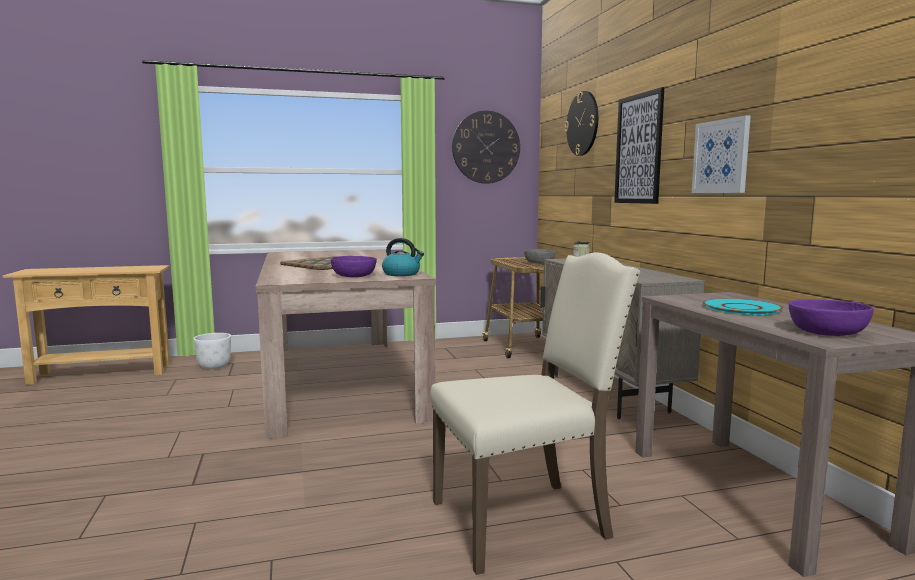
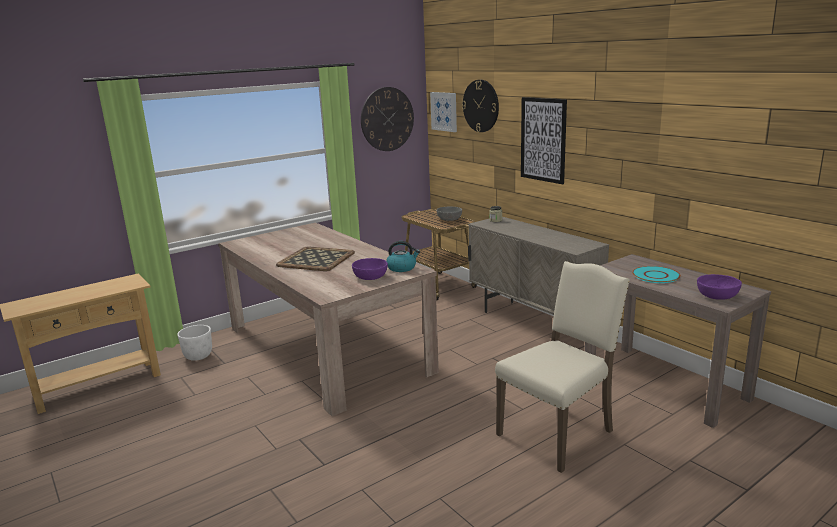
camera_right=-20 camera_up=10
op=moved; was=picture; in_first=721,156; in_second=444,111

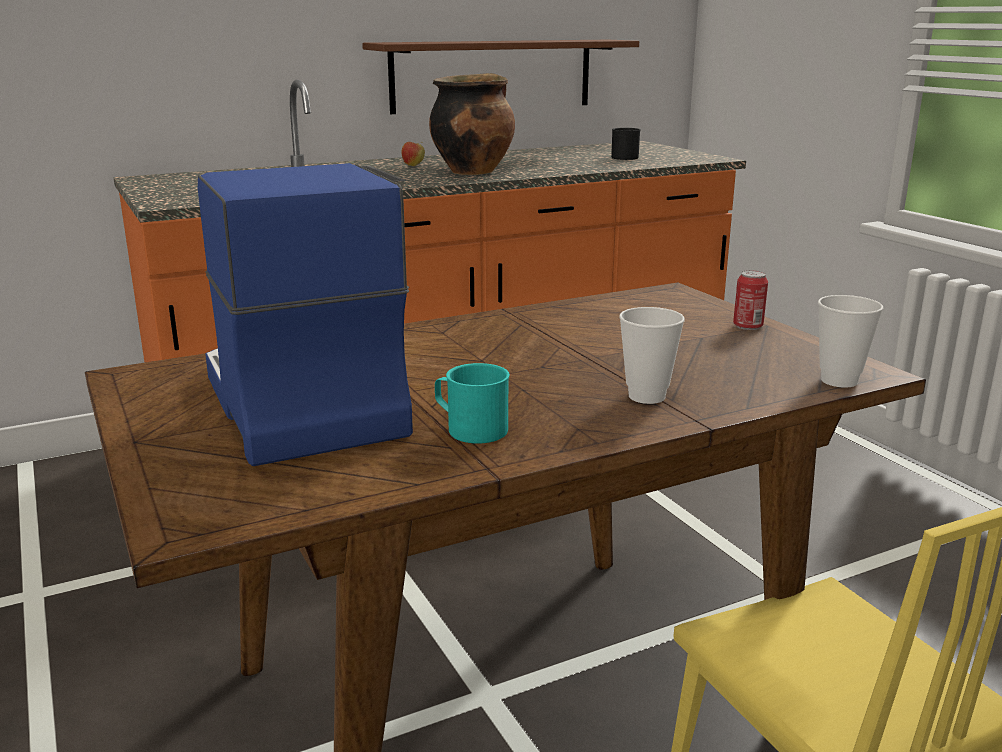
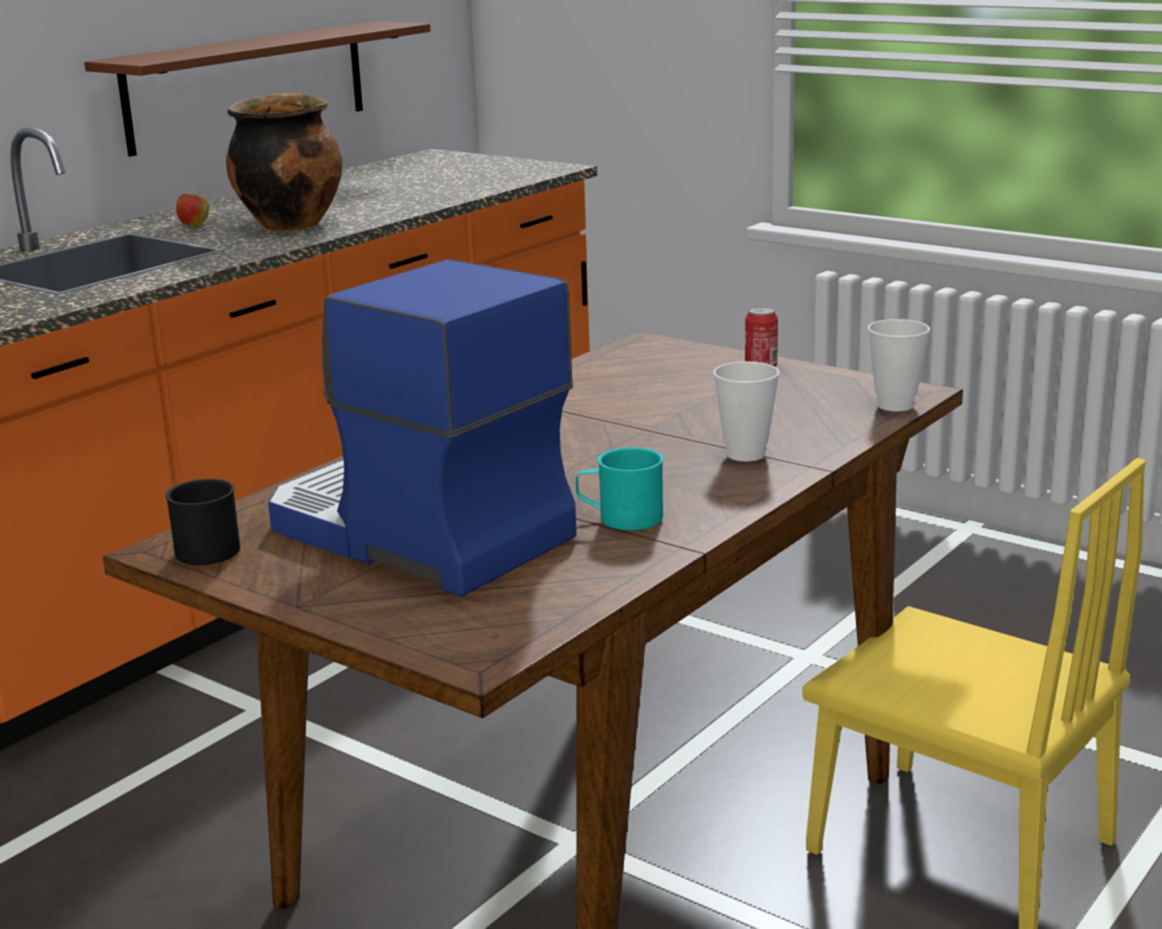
camera_right=-25 camera_up=0
op=moved; was=black mug; in_first=625,157; in_second=209,547

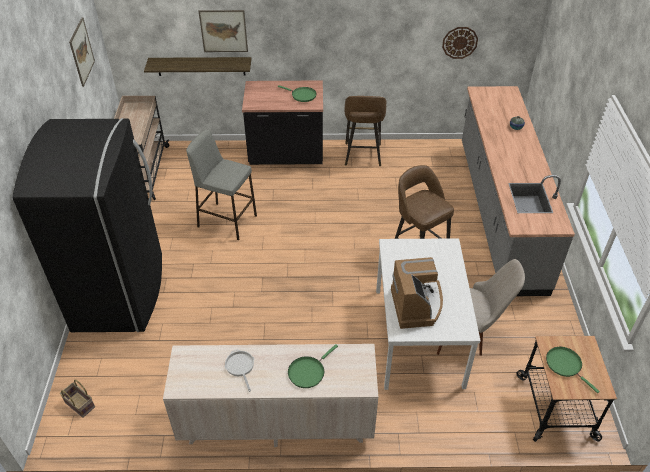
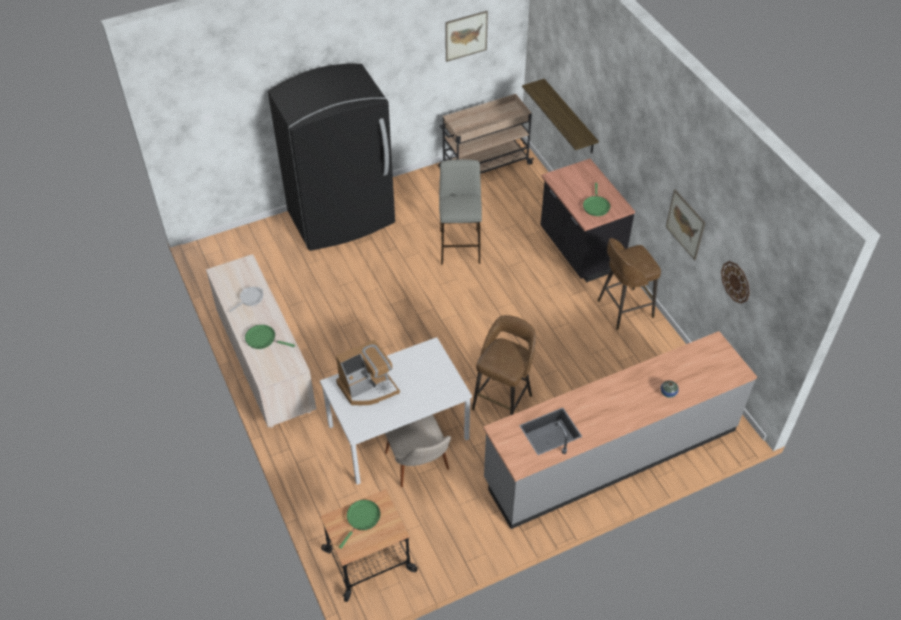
camera_right=65 camera_up=5
op=removed; was=basket; in_first=79,404
op=moved; was=picture; in_first=223,31; in_second=685,224

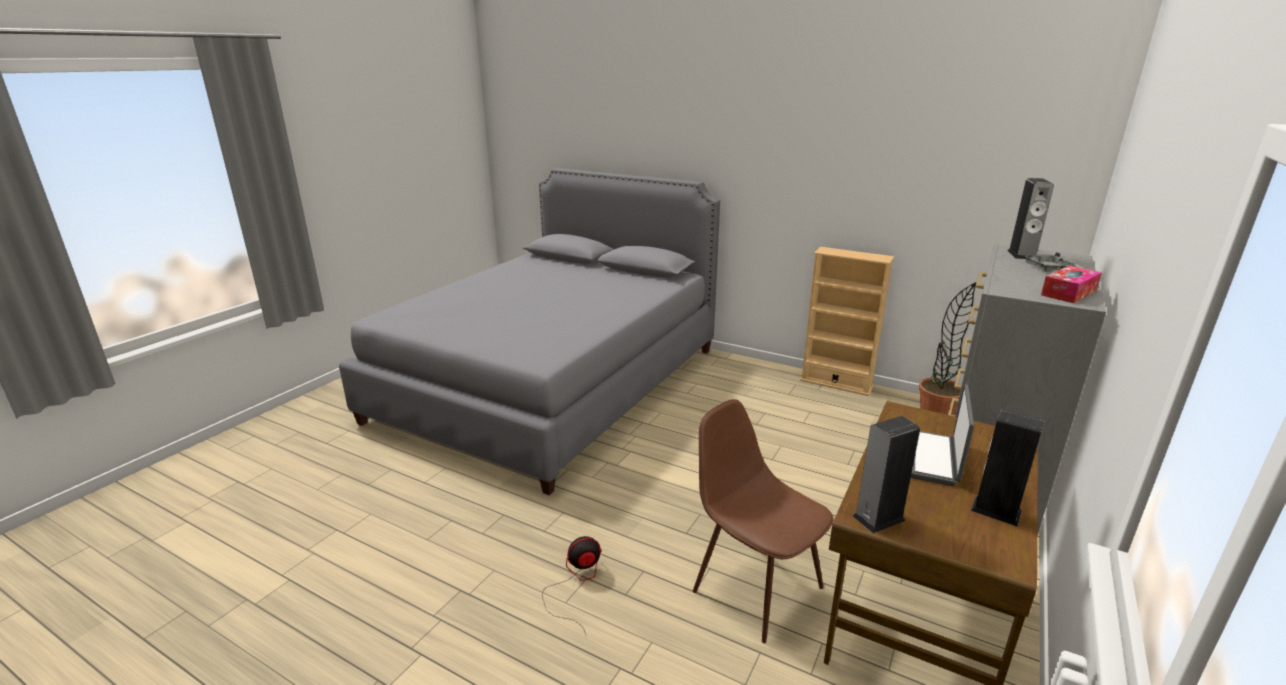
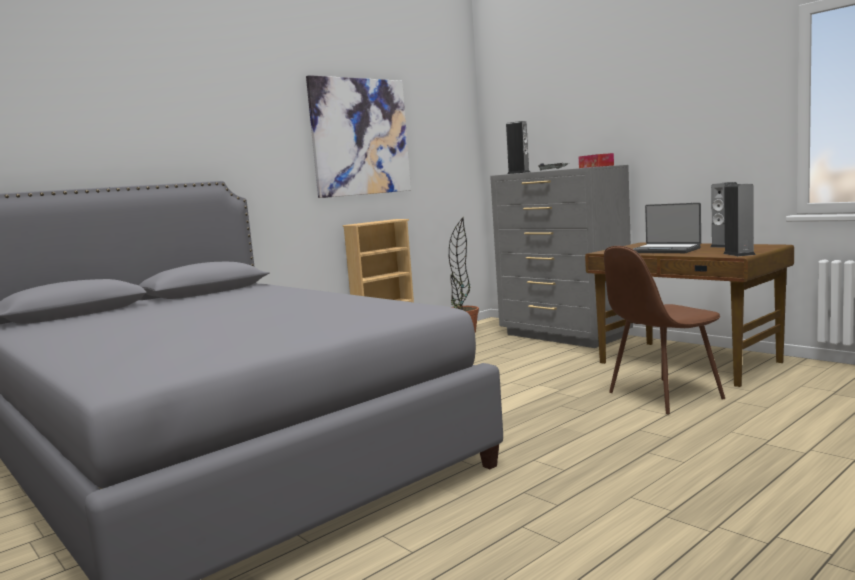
camera_right=-70 camera_up=-15
op=removed; was=fan; in_first=576,583
op=added; now=picture; in_second=360,137

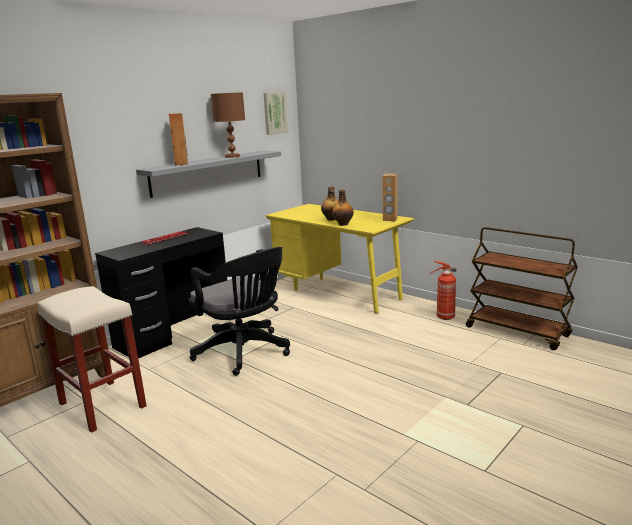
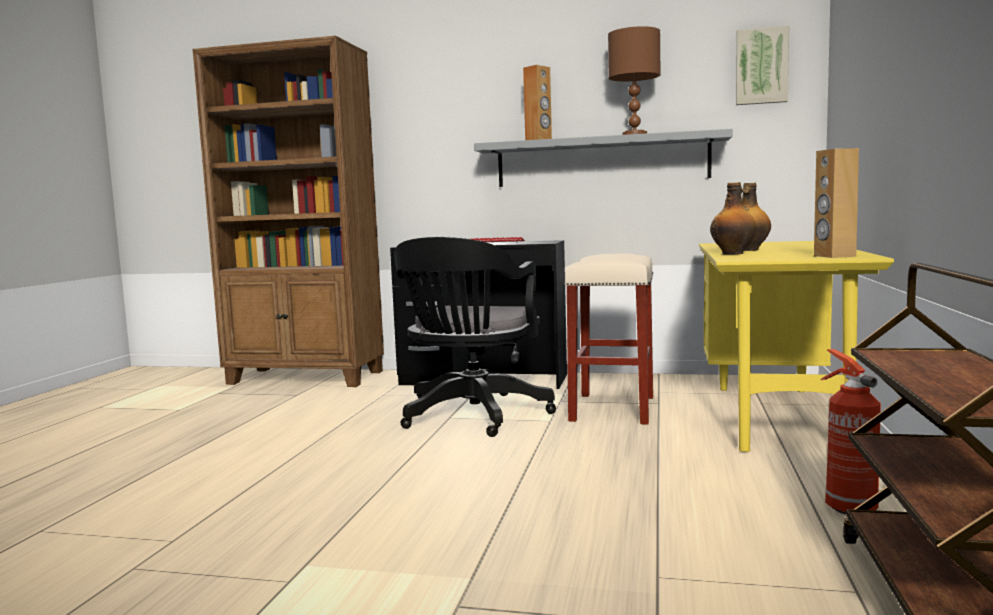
camera_right=60 camera_up=-10
op=moved; was=beige stool; in_first=101,405; in_second=612,408

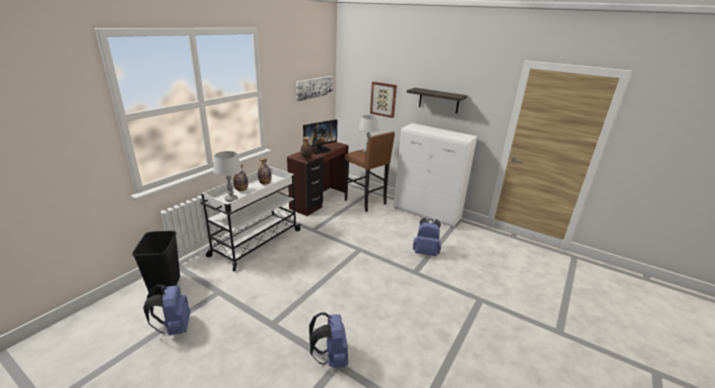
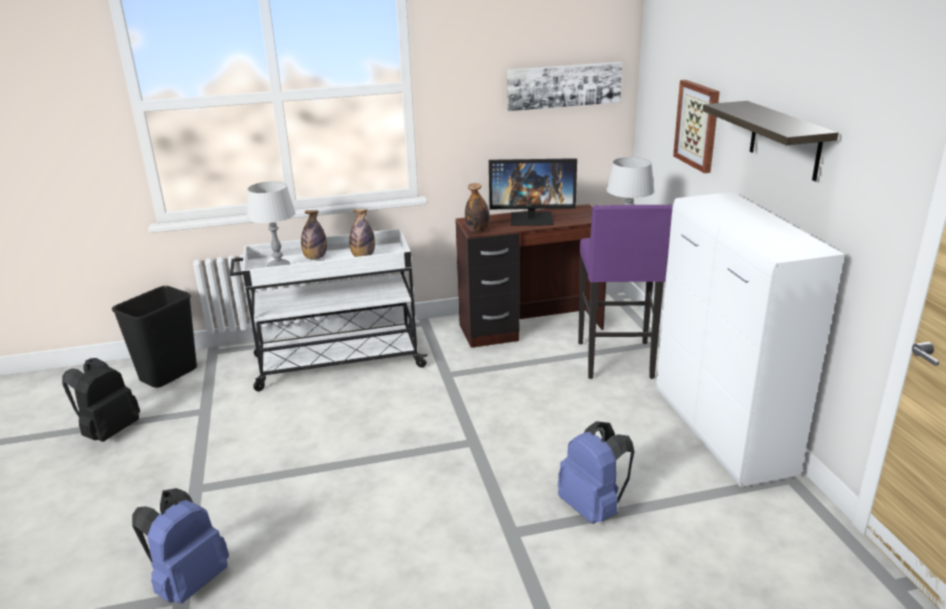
camera_right=45 camera_up=0
op=recoloured; was=blue backpack; now=black backpack; in_first=174,327; in_second=109,431
op=recoloured; was=brown stool; now=purple stool; in_first=366,202; in_second=617,361

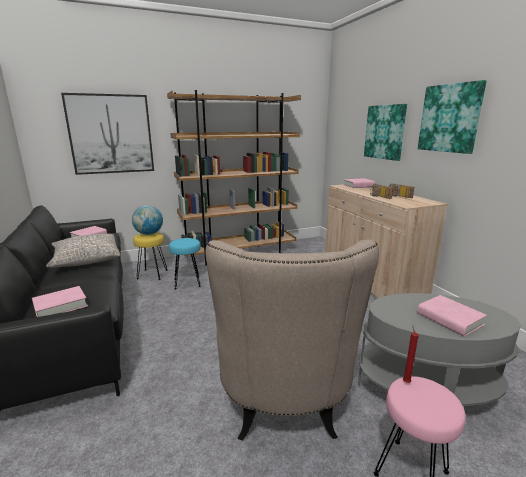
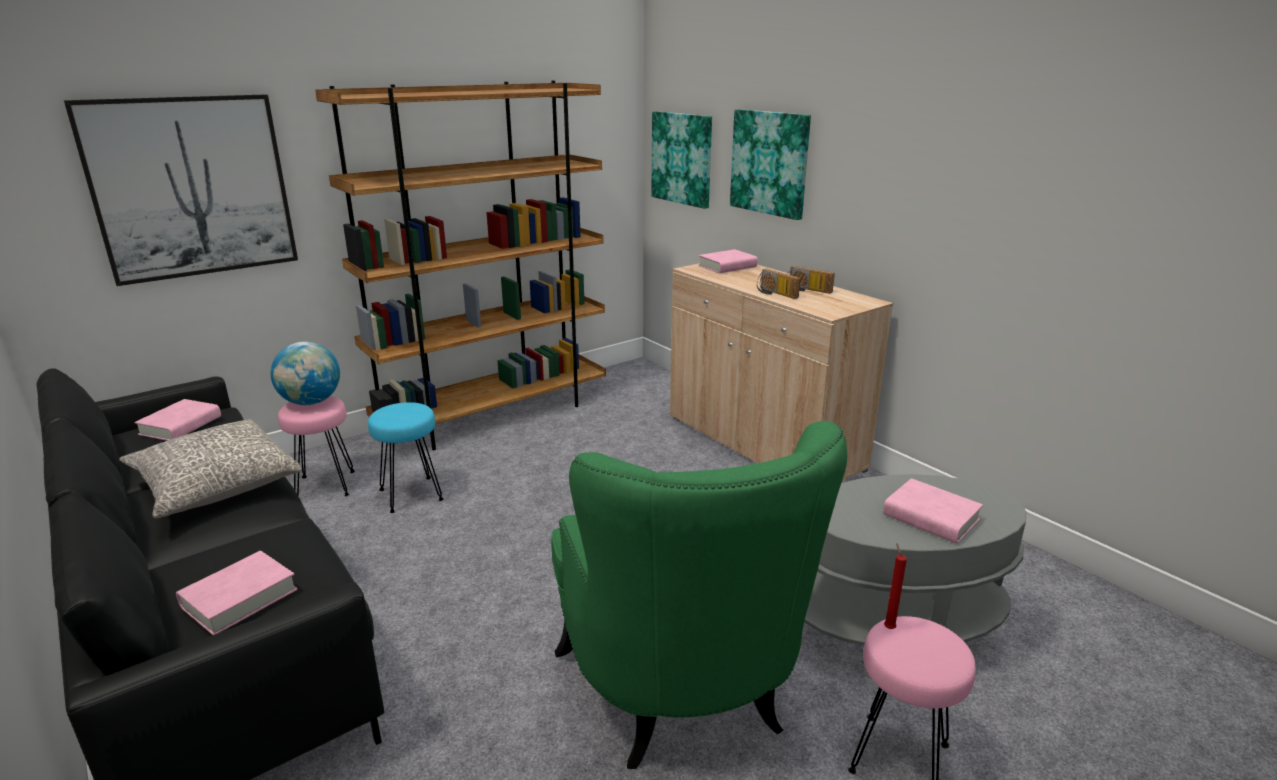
camera_right=-15 camera_up=5
op=recoloured; was=yellow stool; now=pink stool; in_first=152,274; in_second=326,486
op=recoloured; was=beige armchair; now=green armchair; in_first=284,404; in_second=684,696
op=moved; was=picture; in_first=450,118; in_second=682,158

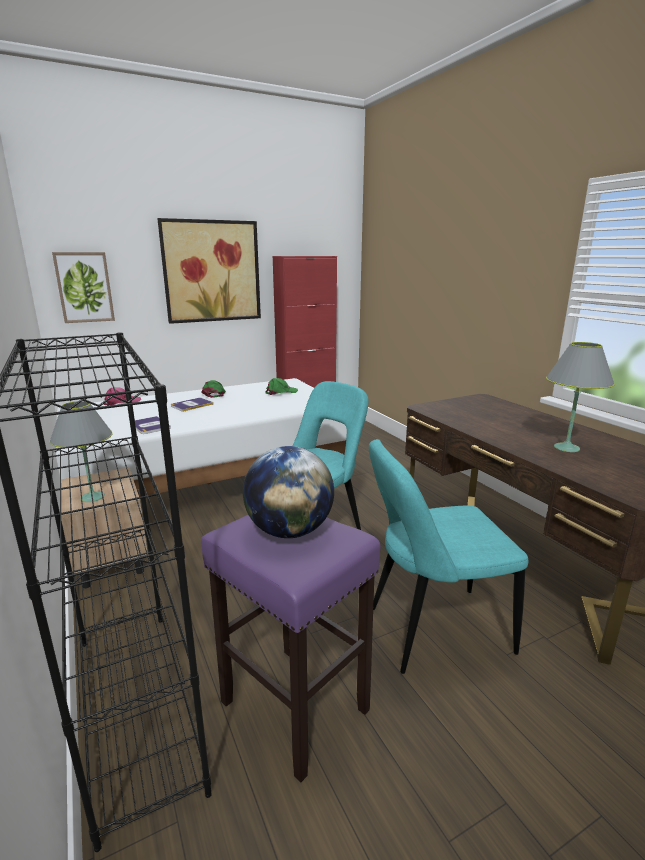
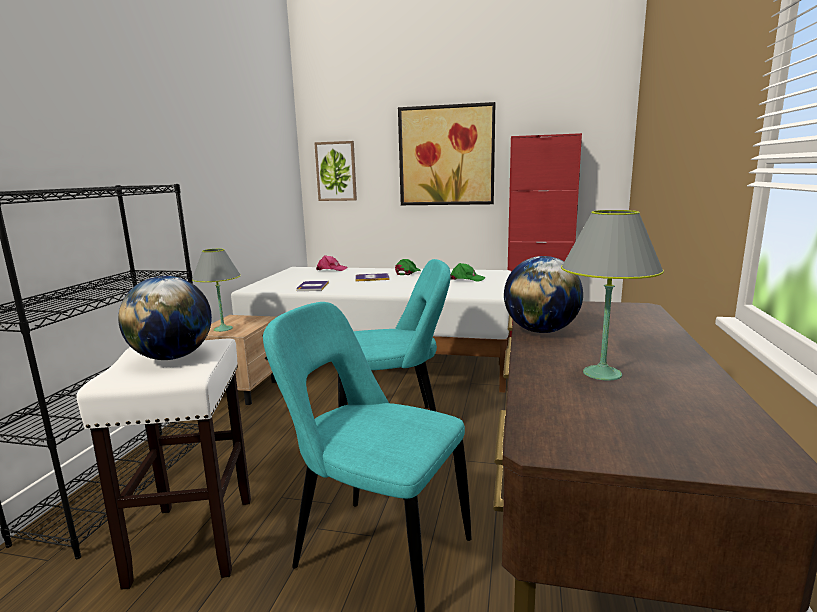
camera_right=40 camera_up=-5
op=recoloured; was=purple stool; now=white stool; in_first=293,705; in_second=193,538
op=added; now=globe; in_second=541,331

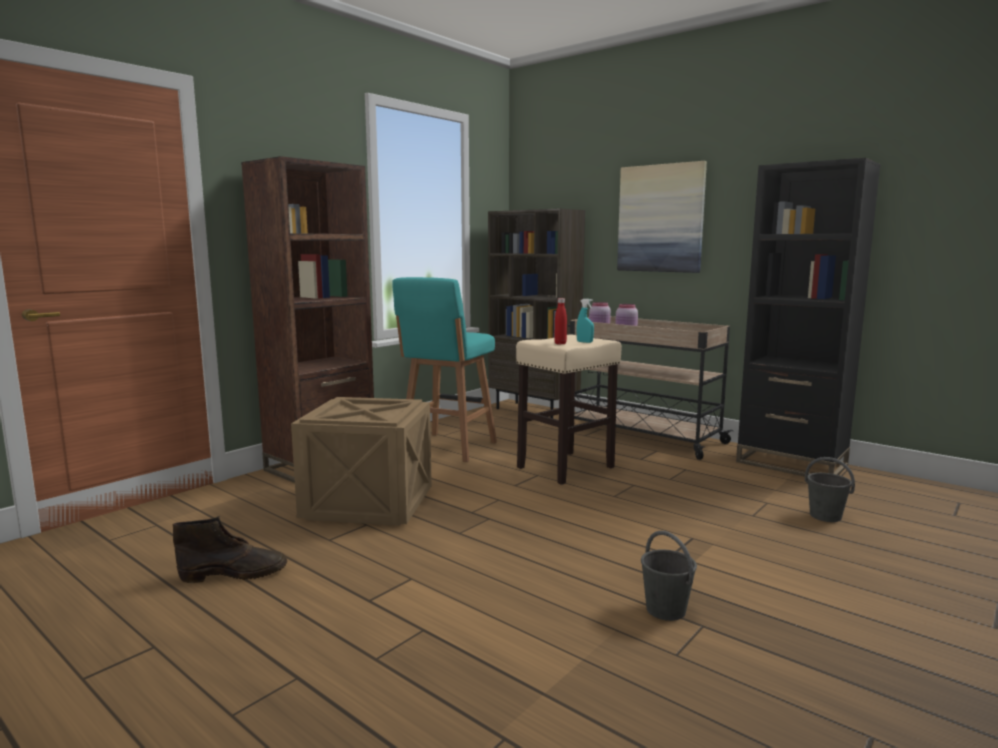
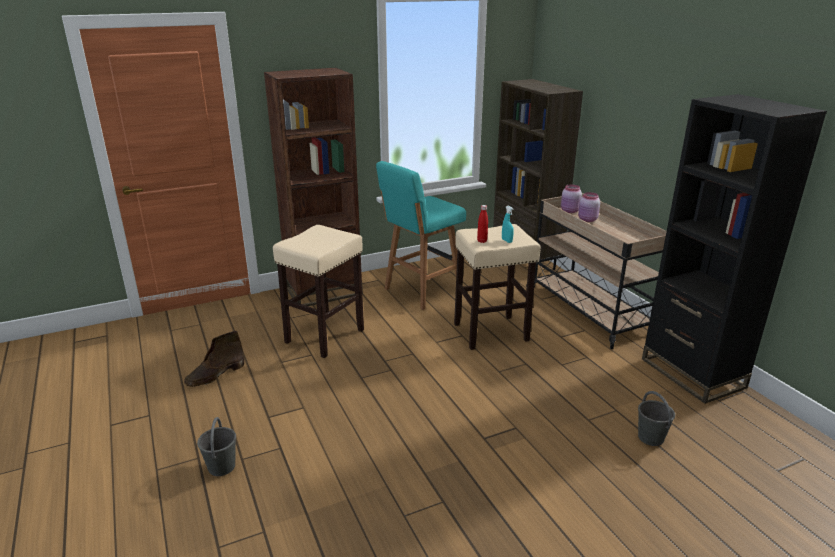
camera_right=25 camera_up=15
op=turned; was=brown boot; in_first=235,573; in_second=215,375; clockwise=120
op=replaced; was=crate; now=beige stool; in_first=366,503; in_second=325,335
op=removed; was=picture; in_first=661,218
op=moved; was=grey bucket; in_first=665,609; in_second=222,466

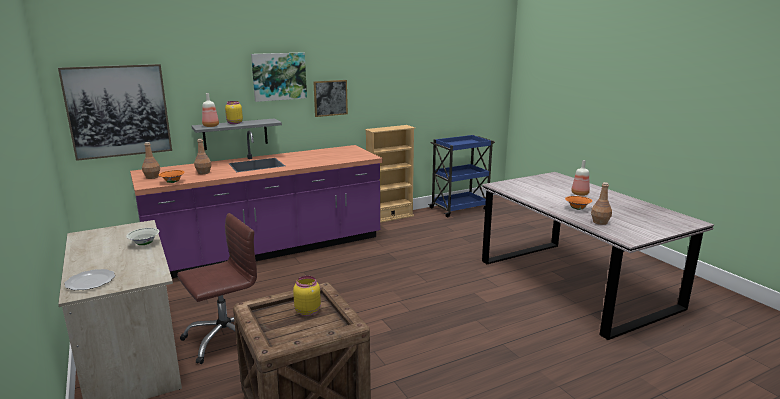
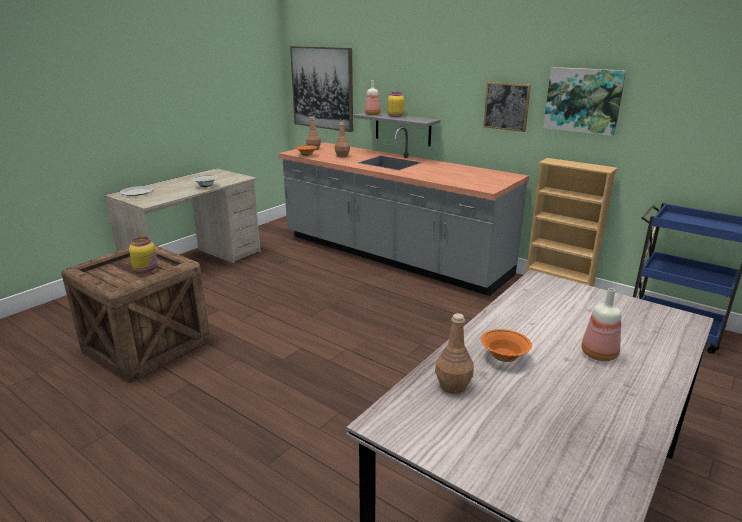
camera_right=65 camera_up=5
op=recoloured; was=purple counter; now=grey counter; in_first=268,250; in_second=392,256
op=removed; was=brown office chair; in_first=225,338
op=moved; was=picture; in_first=279,76; in_second=583,100

